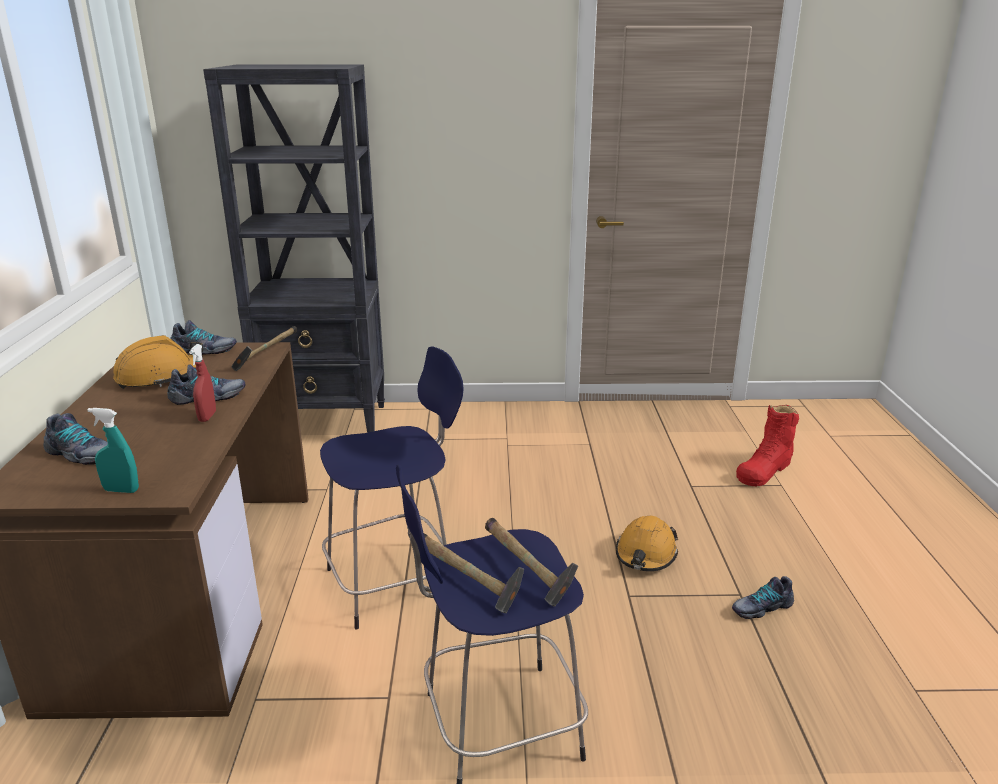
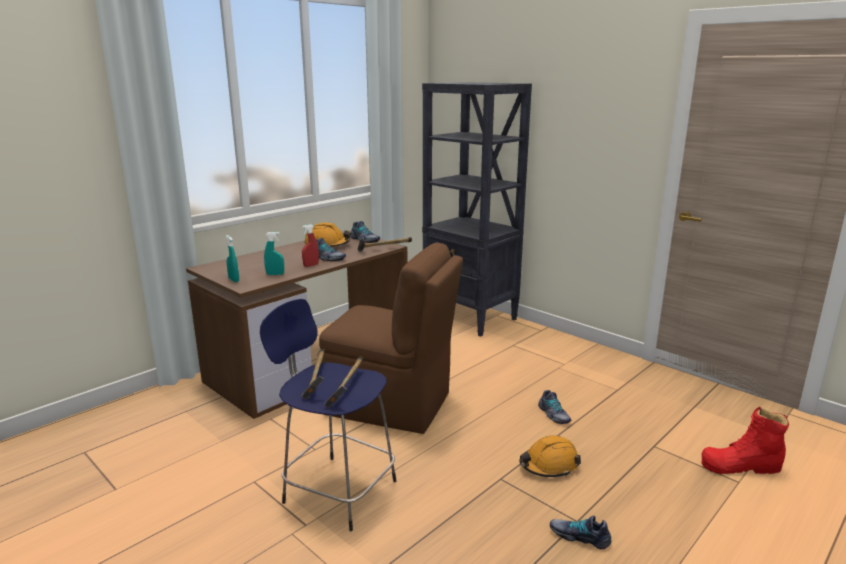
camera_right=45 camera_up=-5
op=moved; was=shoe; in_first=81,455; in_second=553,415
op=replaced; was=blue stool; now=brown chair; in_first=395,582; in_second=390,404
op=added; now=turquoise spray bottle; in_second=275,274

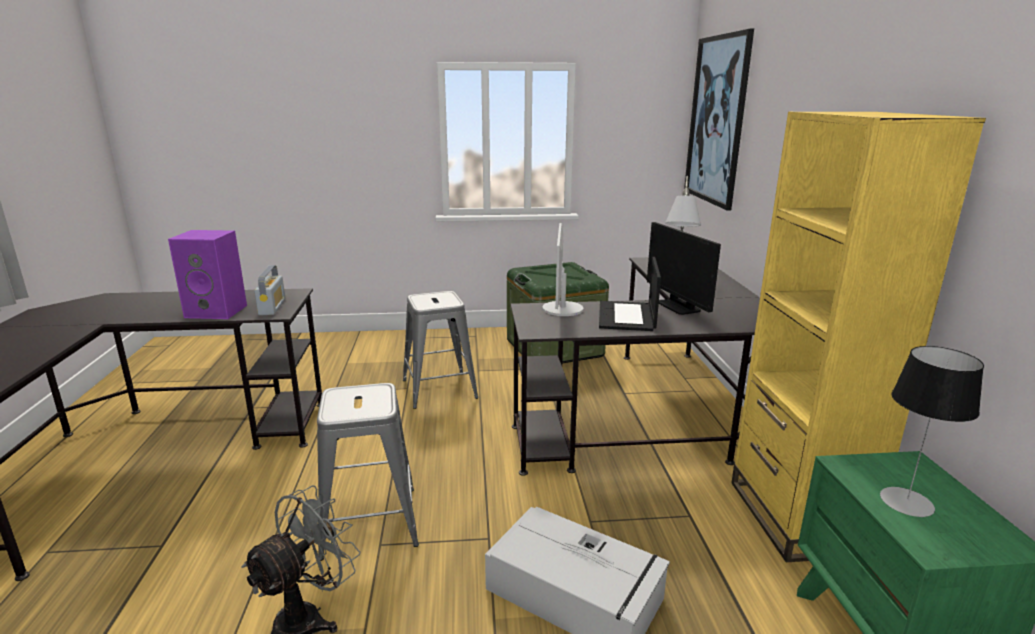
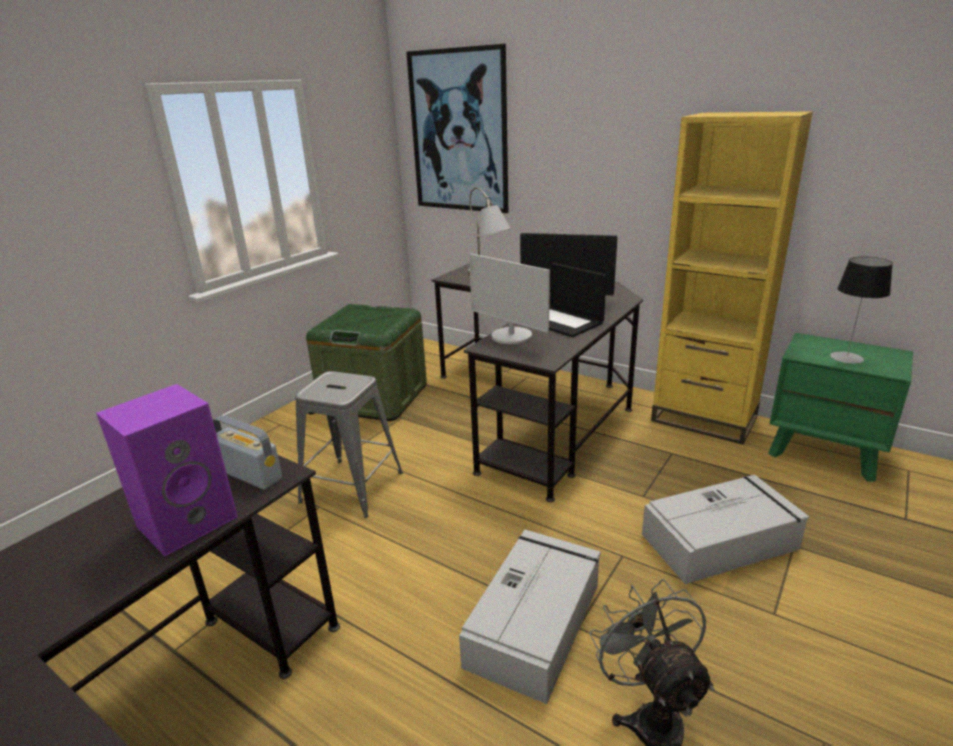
camera_right=-50 camera_up=5
op=replaced; was=grey stool; now=grey storage box; in_first=369,521; in_second=535,622

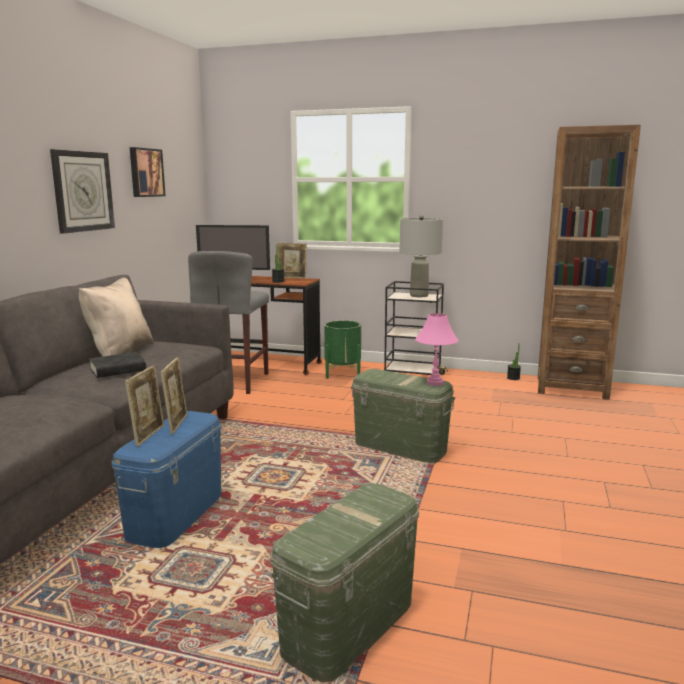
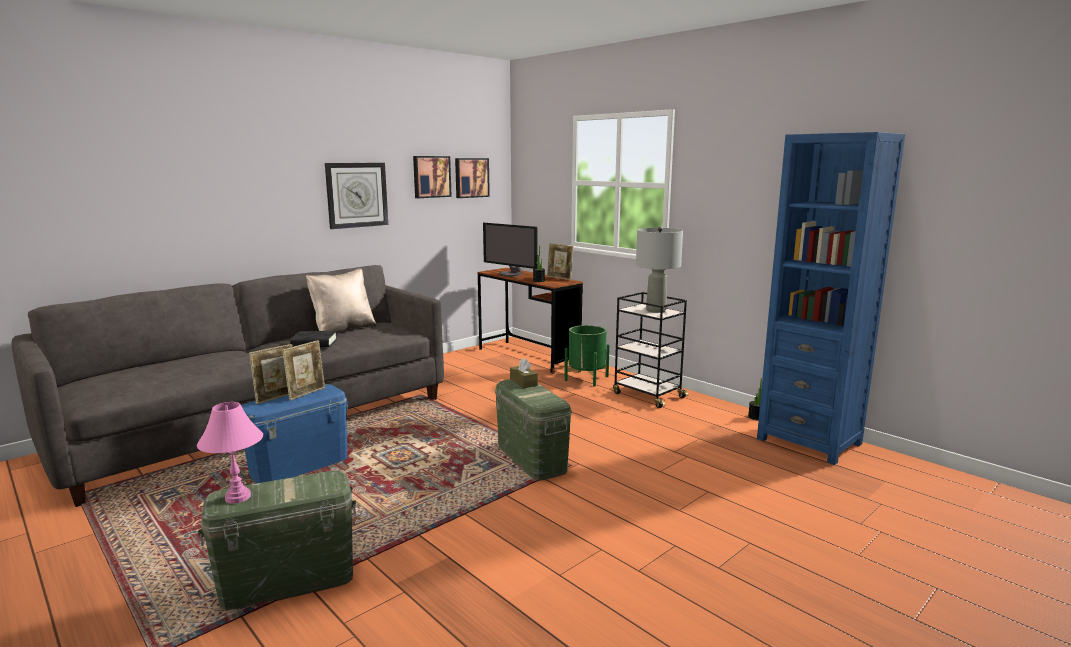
camera_right=30 camera_up=0
op=removed; was=grey stool; in_first=233,382
op=moved; was=pink table lamp; in_first=435,383; in_second=238,497
op=recoloured; was=brown bookcase; now=blue bookcase; in_first=571,387; in_second=809,441
op=added; now=picture; in_second=471,177
op=added; now=brown tissue box; in_second=523,382

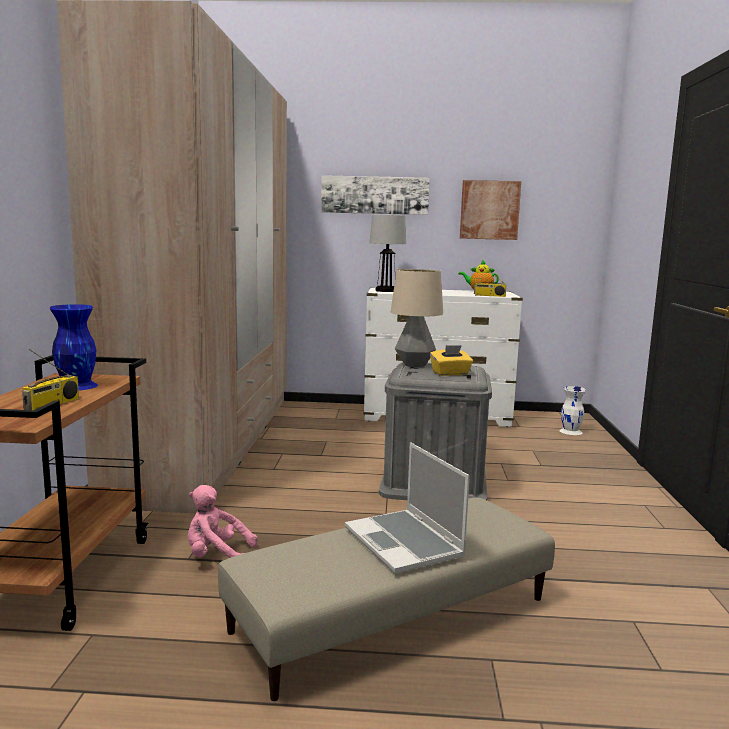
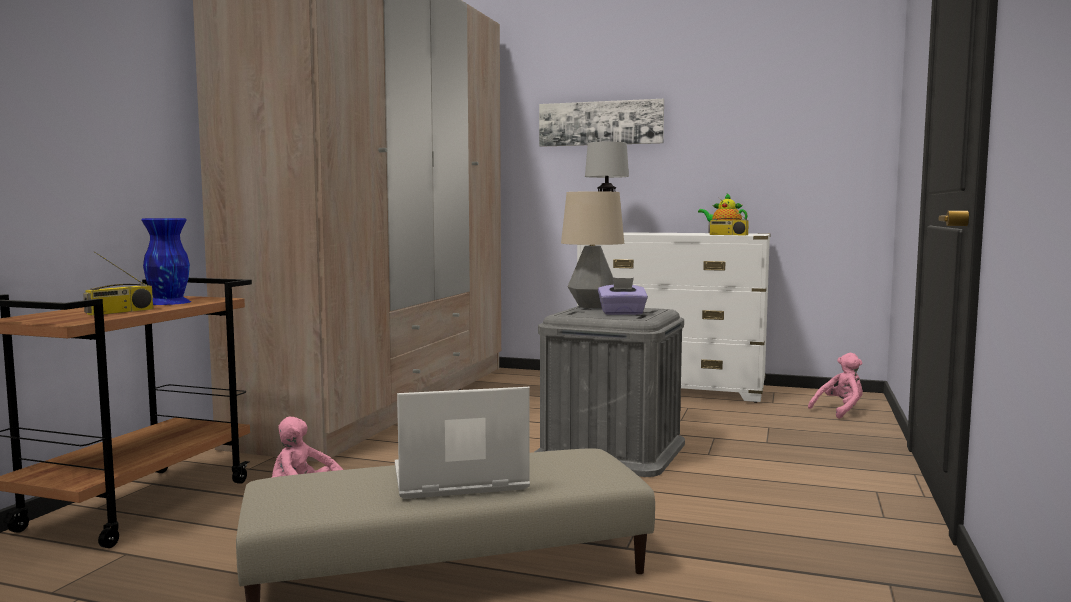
camera_right=15 camera_up=-5
op=turned; was=laptop; in_first=405,543; in_second=458,479; clockwise=90
op=recoloured; was=yellow tissue box; now=purple tissue box; in_first=450,373; in_second=622,313
op=removed; was=picture; in_first=489,210
op=replaced; was=white vase; now=pink plush toy; in_first=571,431; in_second=840,411

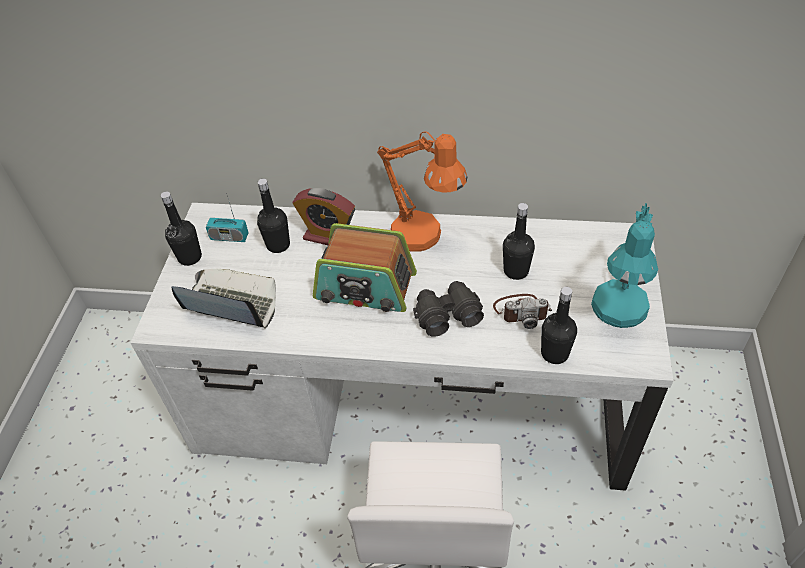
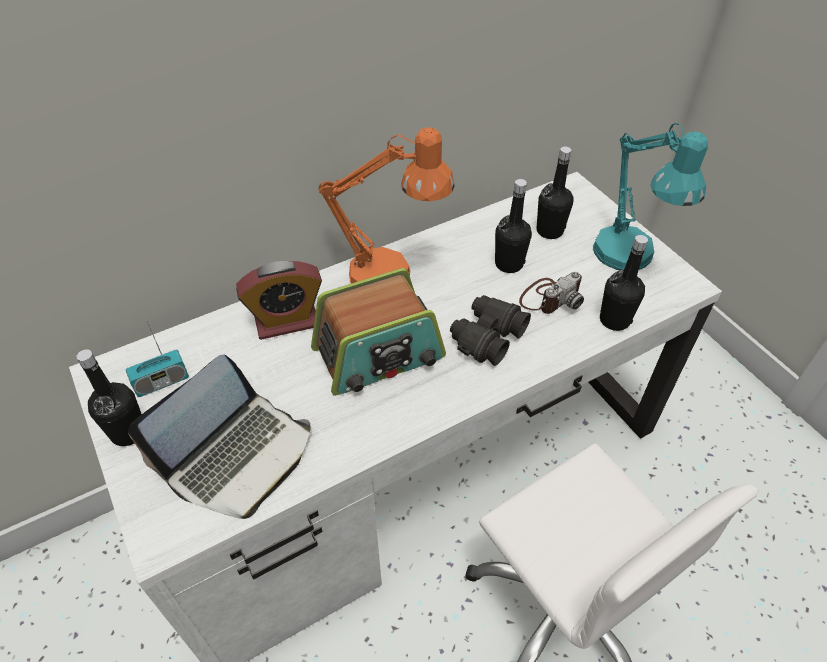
camera_right=-40 camera_up=0
op=turned; was=laptop; in_first=232,304; in_second=238,455; clockwise=150
op=moved; was=black bottle; in_first=278,245; in_second=549,231

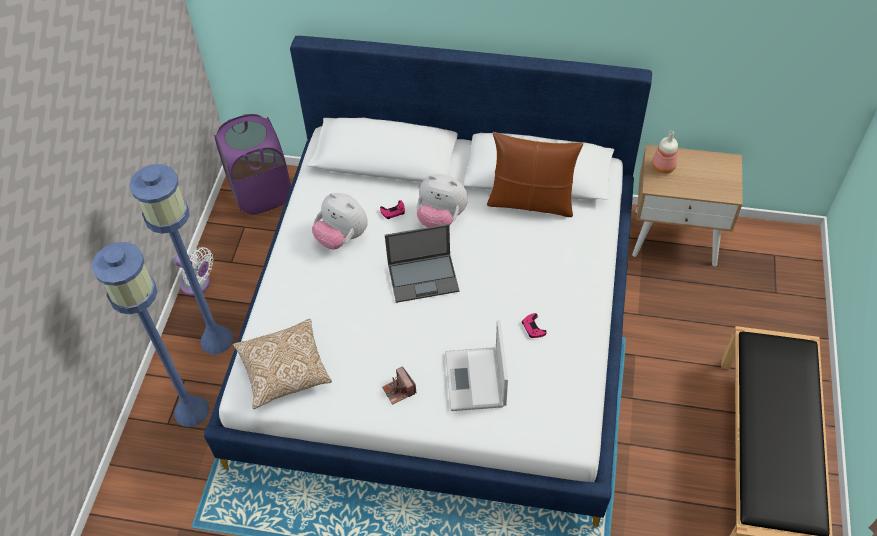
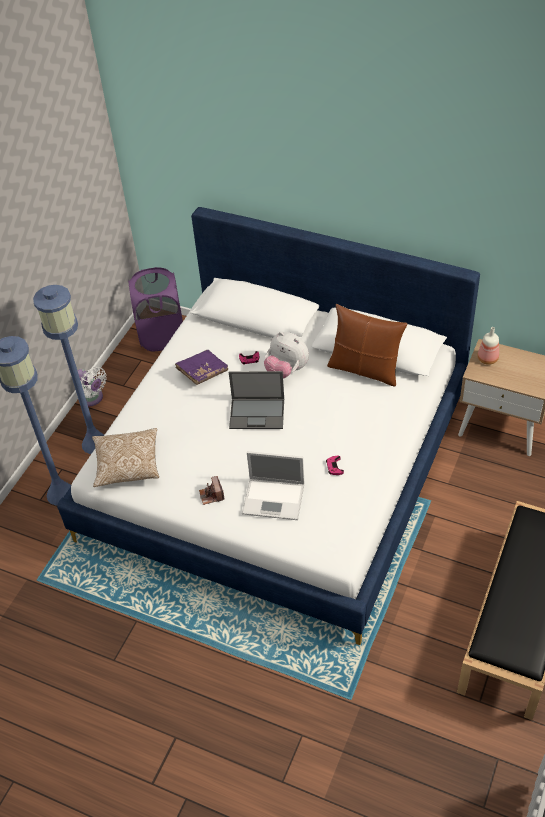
camera_right=15 camera_up=-5
op=replaced; was=plush toy; now=purple book; in_first=342,237; in_second=202,372
op=turned; was=laptop; in_first=476,380; in_second=275,499; clockwise=-90

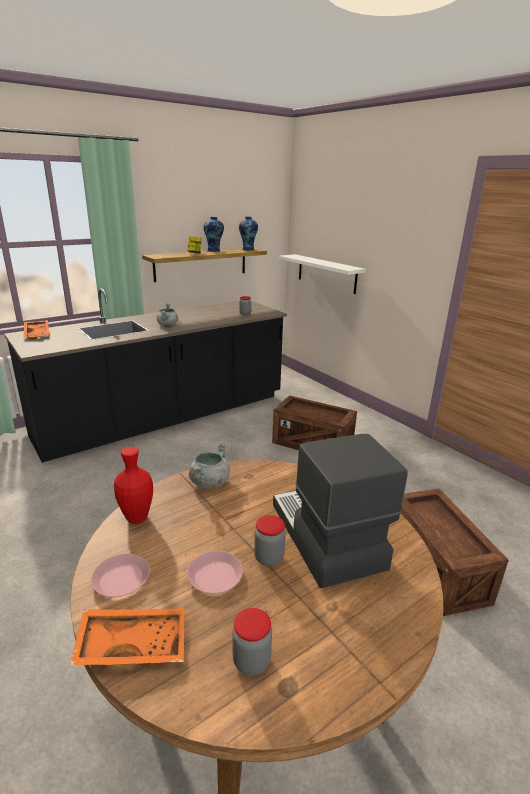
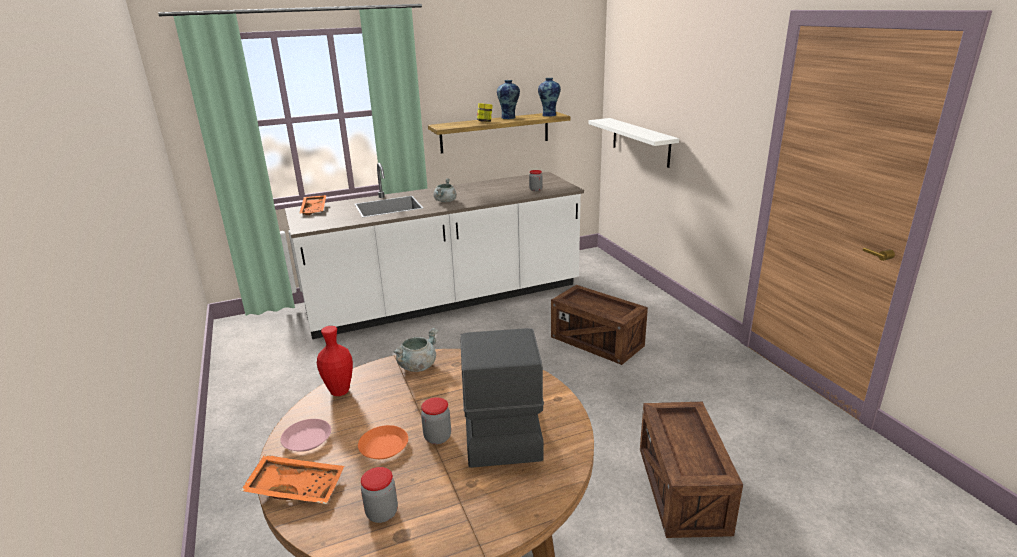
camera_right=15 camera_up=0
op=recoloured; was=black counter; now=white counter; in_first=165,416; in_second=445,300
op=recoloured; was=pink plate; now=orange plate; in_first=215,576; in_second=383,446

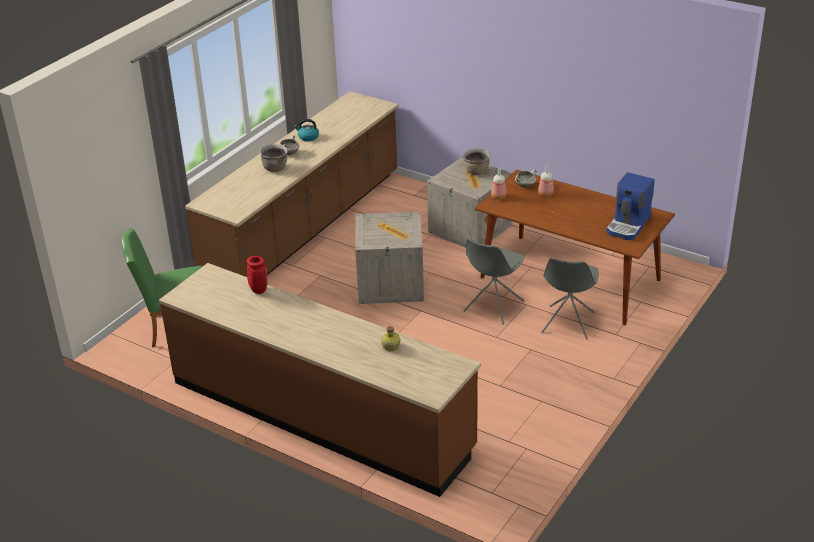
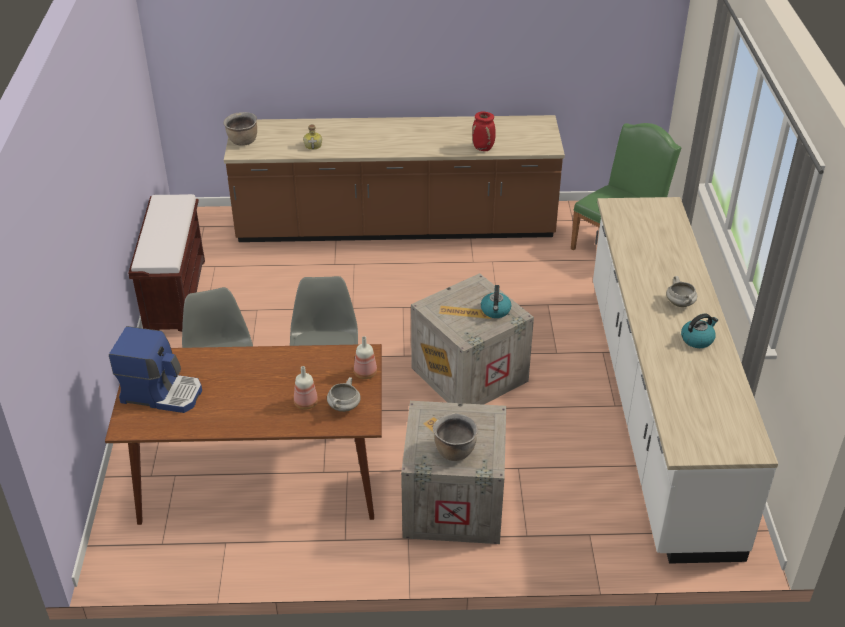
camera_right=145 camera_up=5
op=recoloured; was=brown counter; now=white counter; in_first=305,227; in_second=656,409
op=moved; was=brown cooking pot; in_first=275,168; in_second=243,141
op=turned; was=coffee machine; in_first=629,225; in_second=162,393; clockwise=105
op=added; now=brown bench; in_second=175,296
op=added; now=kettle; in_second=495,311

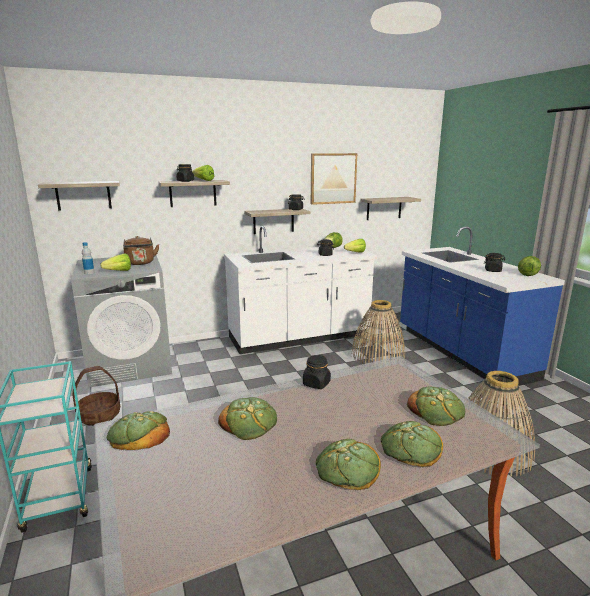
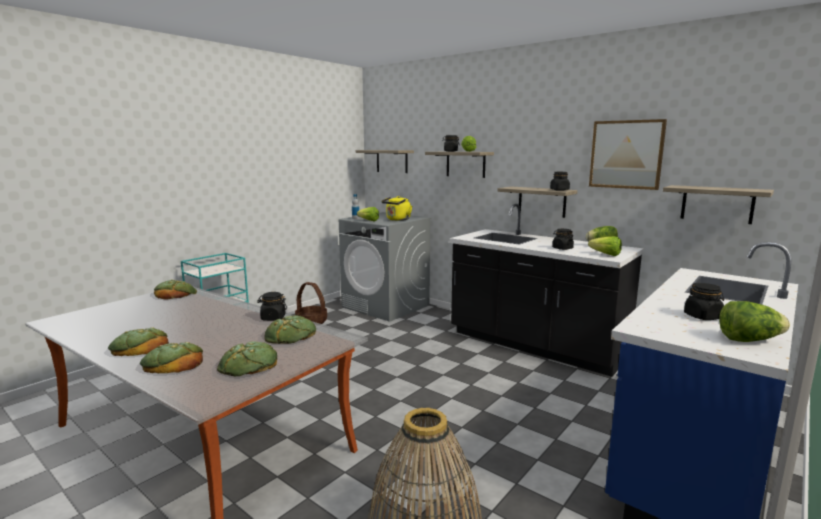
camera_right=60 camera_up=-5
op=recoloured; was=brown kettle; now=yellow kettle; in_first=140,263; in_second=397,220
op=moved; was=bread; in_first=249,422; in_second=291,335
op=recoloured; was=white counter; now=black counter; in_first=299,337; in_second=535,345
op=removed; was=basket; in_first=377,356

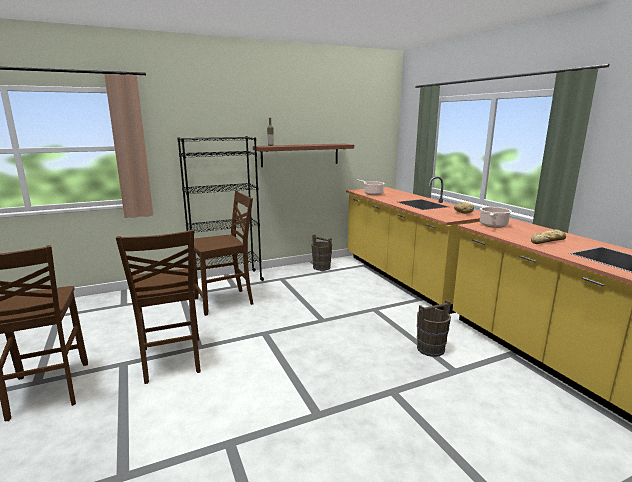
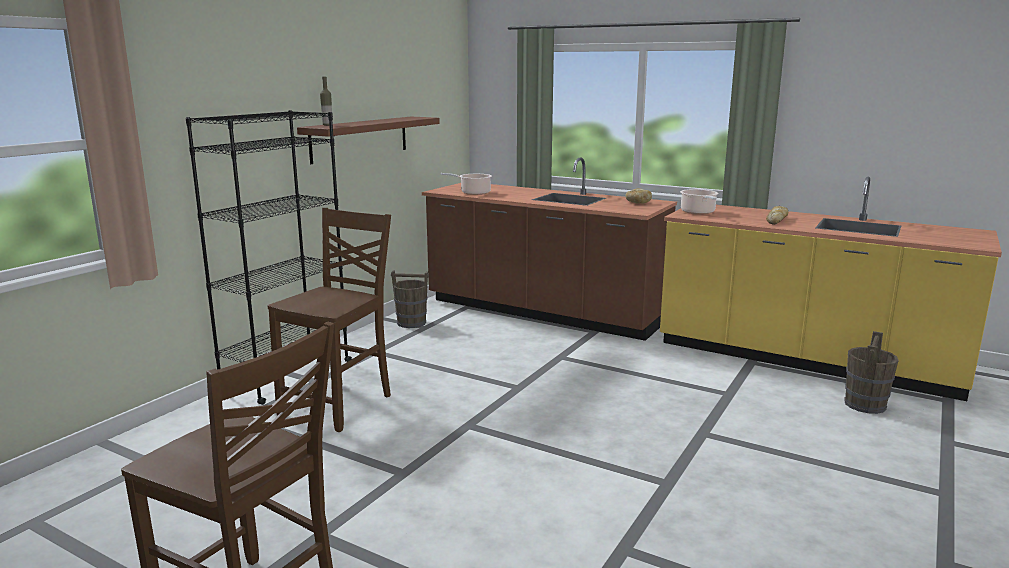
camera_right=-35 camera_up=0
op=removed; was=brown chair; in_first=171,361
op=recoloured; was=yellow counter; now=brown counter; in_first=405,278; in_second=543,312
op=moved; was=brown bucket; in_first=431,349; in_second=865,404

